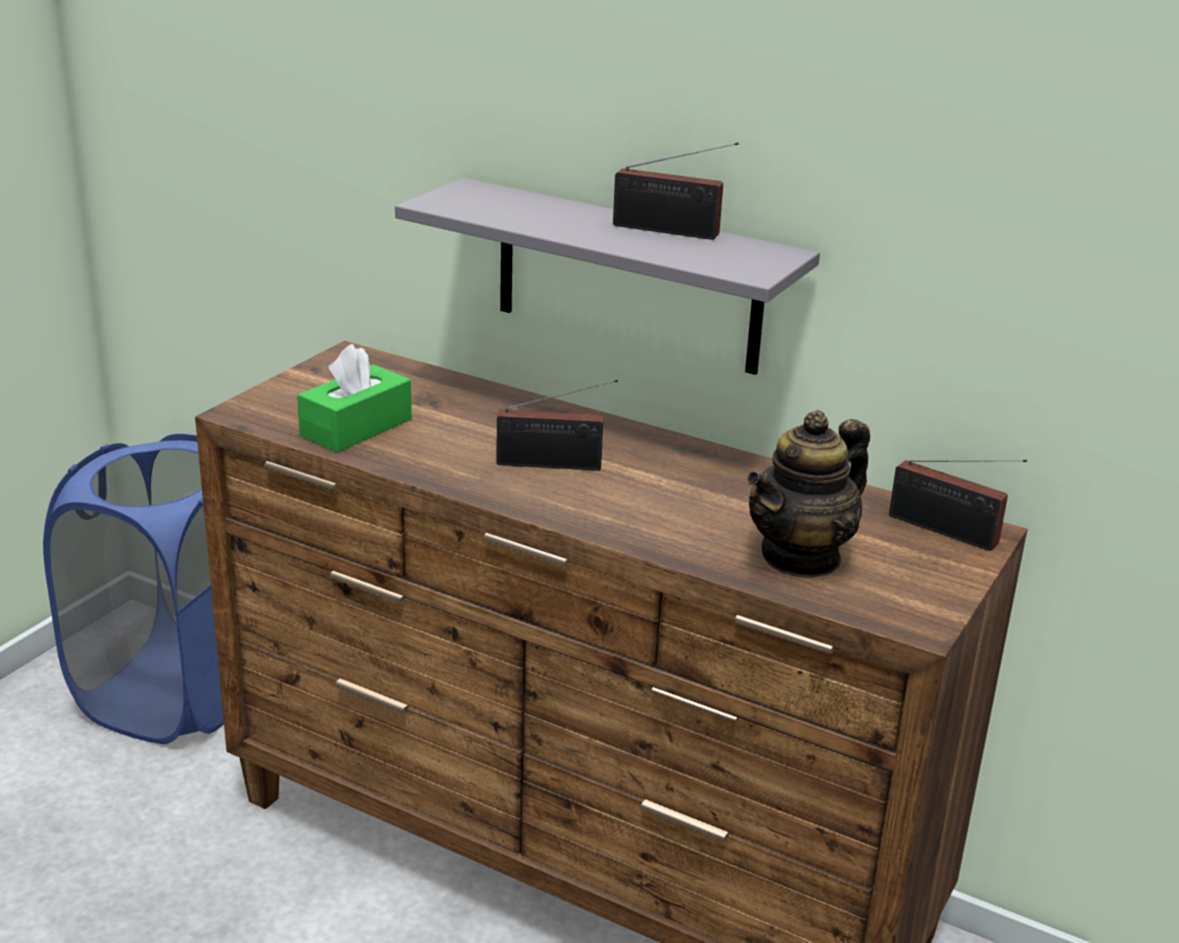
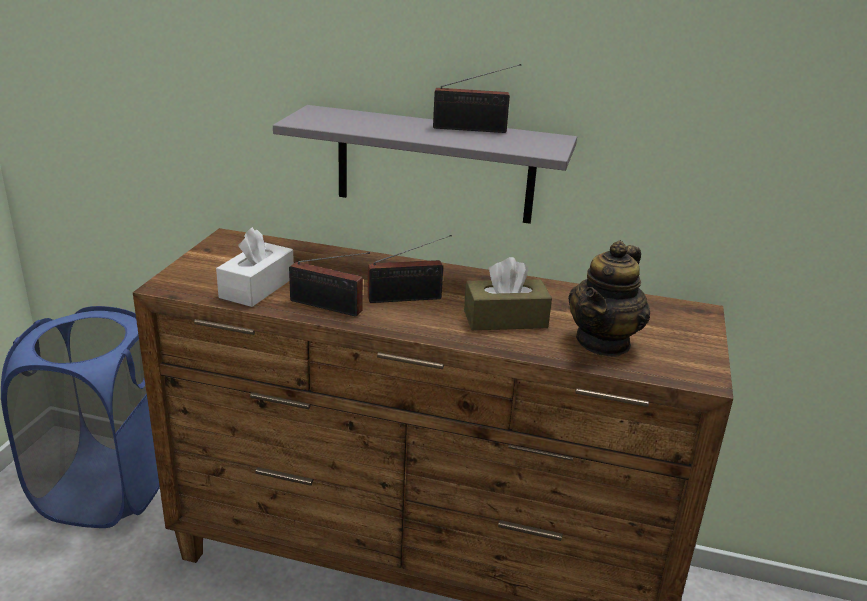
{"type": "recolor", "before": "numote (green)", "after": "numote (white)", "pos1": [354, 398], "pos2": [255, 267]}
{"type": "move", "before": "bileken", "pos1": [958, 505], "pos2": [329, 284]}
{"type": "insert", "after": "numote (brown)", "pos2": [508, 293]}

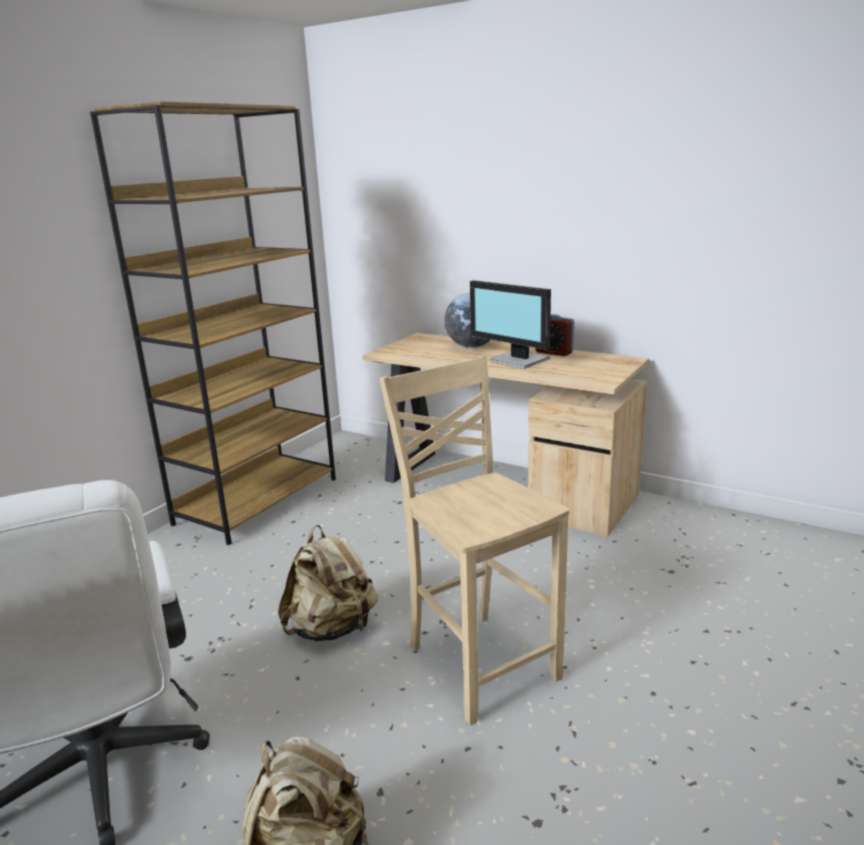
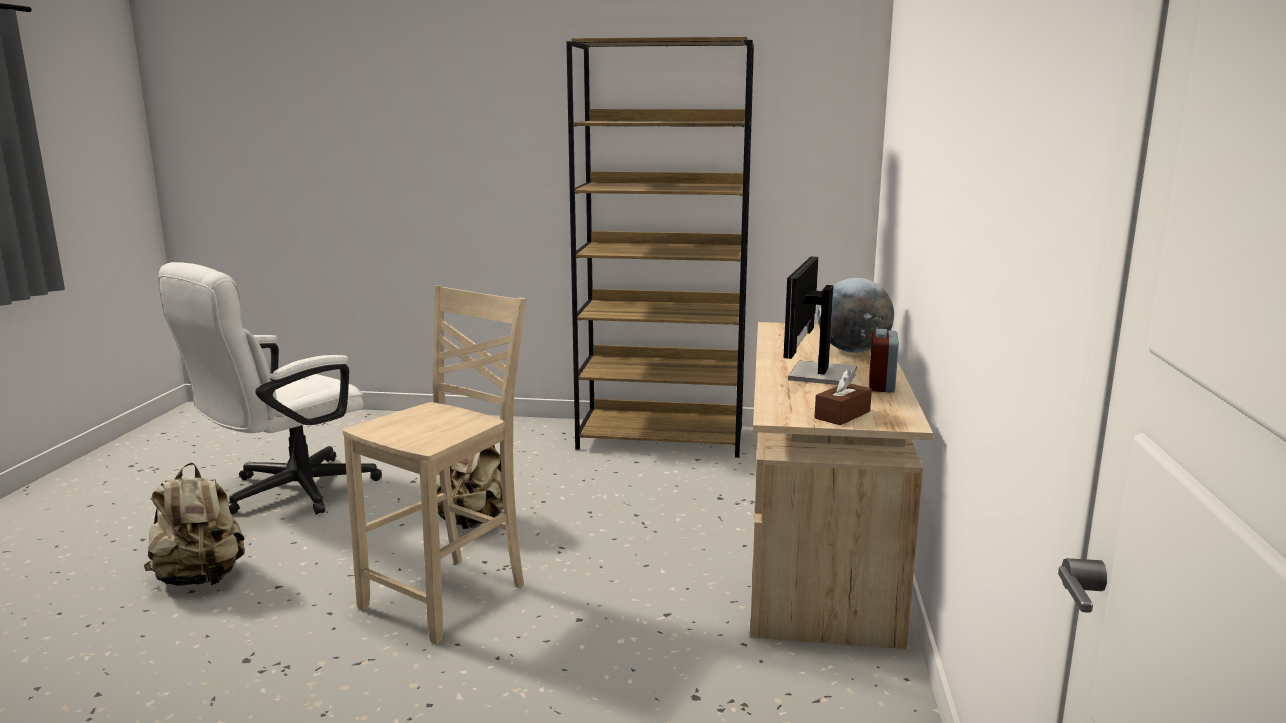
{"type": "insert", "after": "numote (brown)", "pos2": [843, 397]}

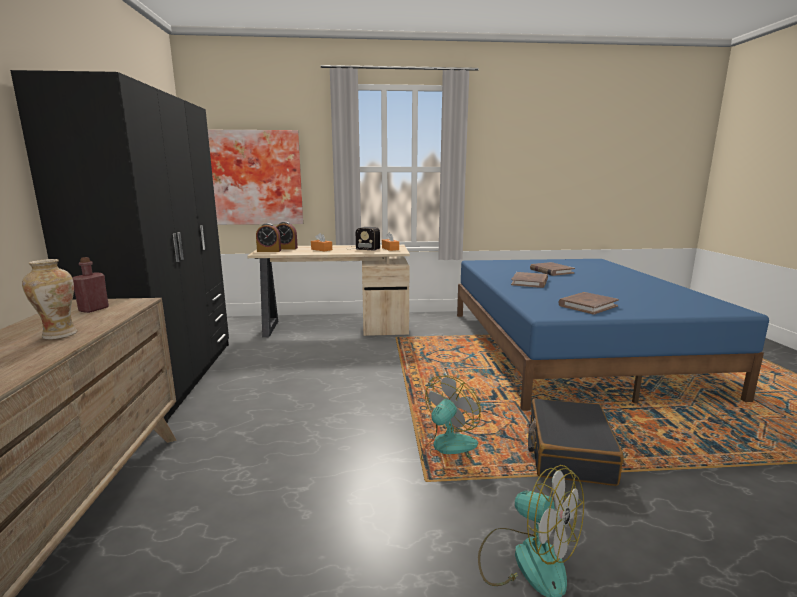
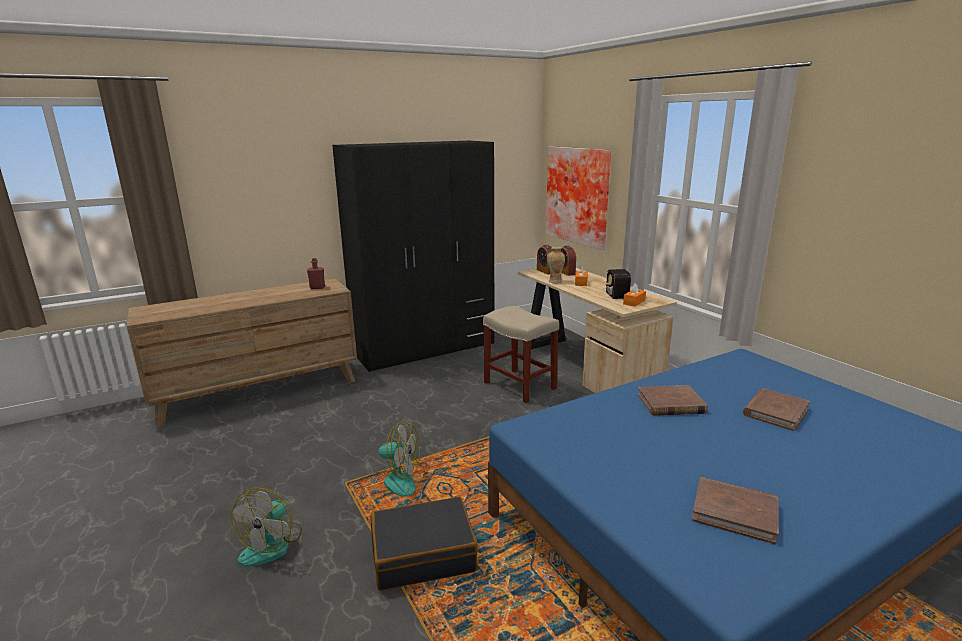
{"type": "move", "before": "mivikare", "pos1": [49, 299], "pos2": [556, 265]}
{"type": "move", "before": "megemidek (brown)", "pos1": [588, 303], "pos2": [735, 510]}
{"type": "insert", "after": "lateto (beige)", "pos2": [521, 354]}

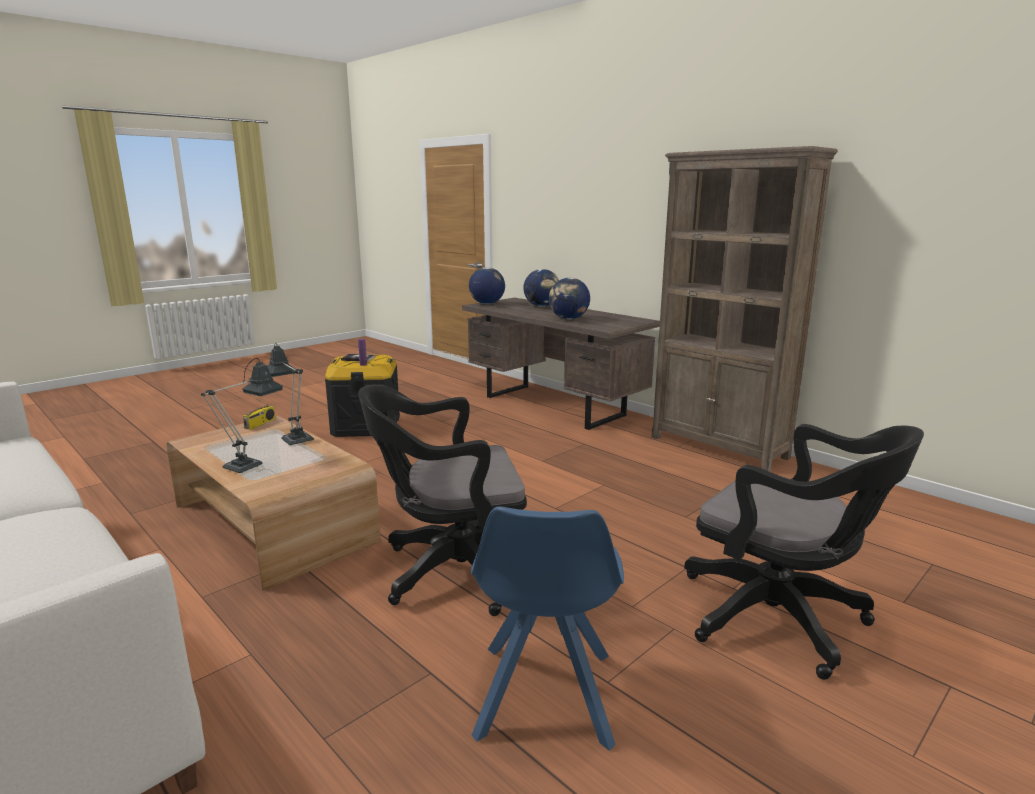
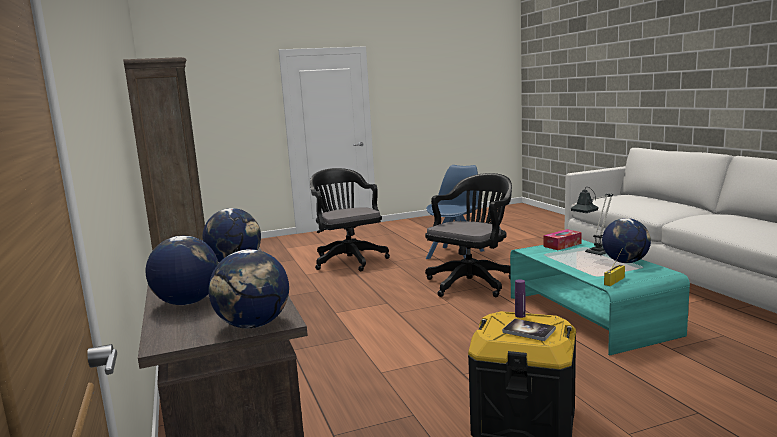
{"type": "delete", "before": "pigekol", "pos1": [290, 394]}
{"type": "rotate", "before": "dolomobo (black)", "pos1": [442, 500], "pos2": [468, 235], "turn": -60}
{"type": "recolor", "before": "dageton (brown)", "after": "dageton (turquoise)", "pos1": [273, 503], "pos2": [600, 297]}
{"type": "insert", "after": "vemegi", "pos2": [626, 240]}
{"type": "insert", "after": "numote", "pos2": [563, 239]}

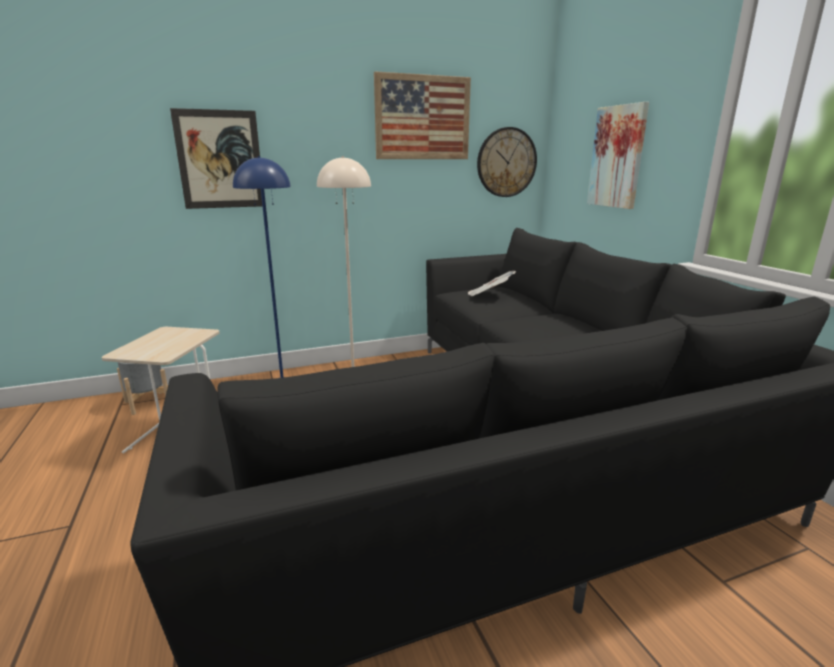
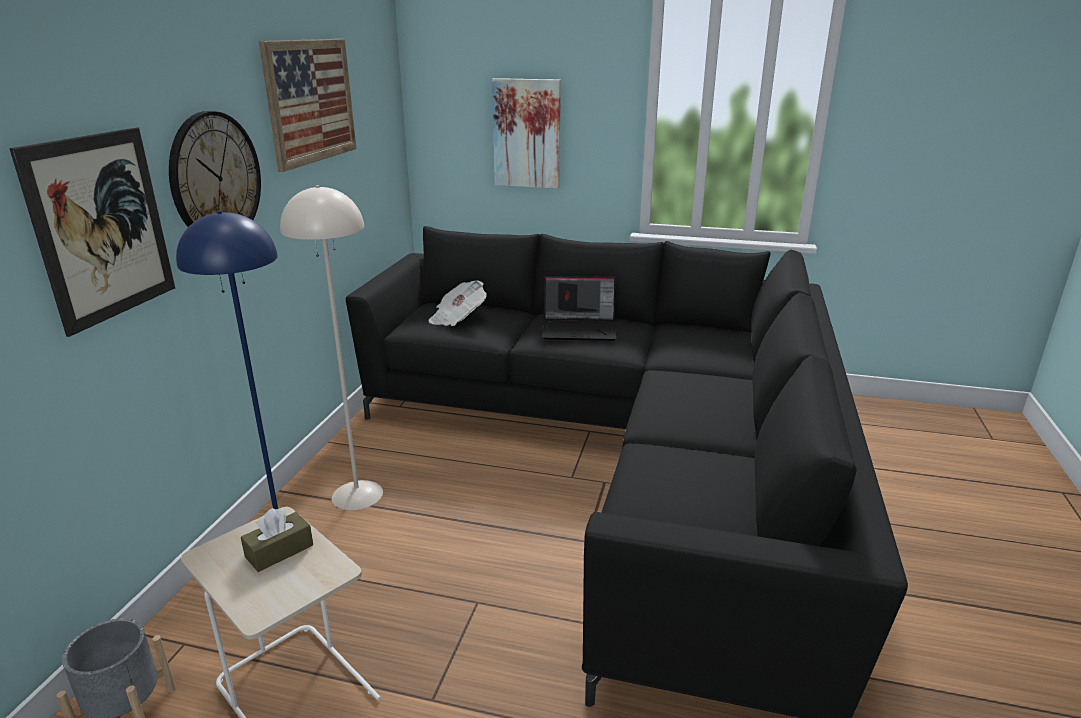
{"type": "move", "before": "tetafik", "pos1": [507, 162], "pos2": [215, 169]}
{"type": "insert", "after": "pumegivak", "pos2": [579, 308]}
{"type": "insert", "after": "numote (brown)", "pos2": [277, 540]}

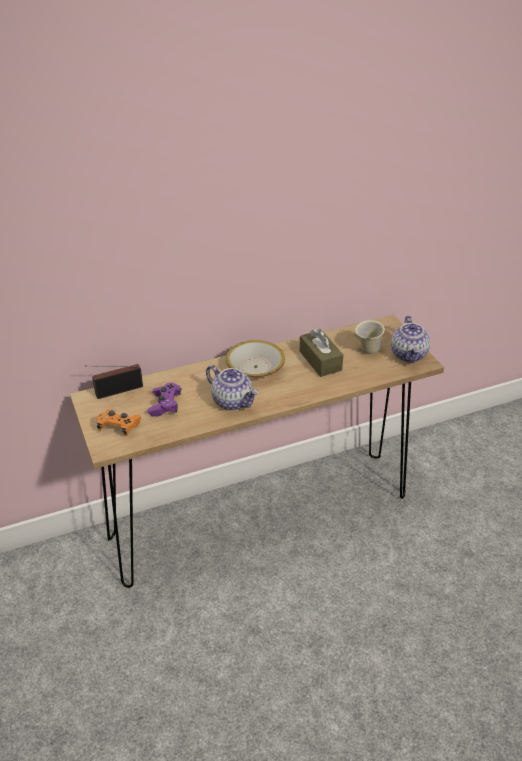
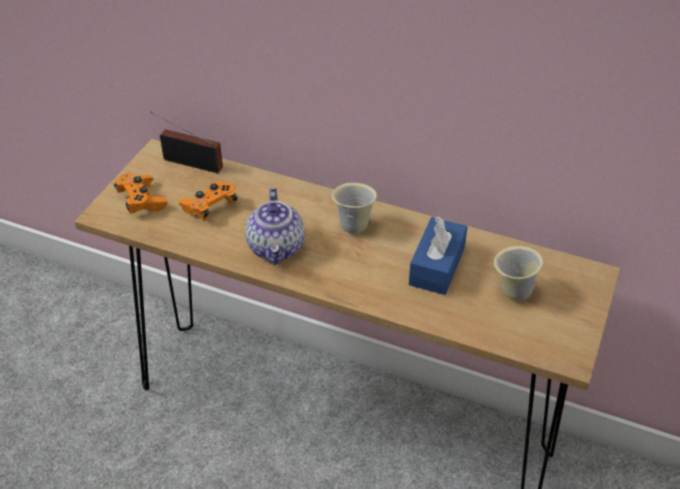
{"type": "delete", "before": "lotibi", "pos1": [410, 339]}
{"type": "recolor", "before": "numote (brown)", "after": "numote (blue)", "pos1": [321, 353], "pos2": [438, 255]}
{"type": "replace", "before": "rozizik", "after": "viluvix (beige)", "pos1": [255, 358], "pos2": [354, 208]}
{"type": "recolor", "before": "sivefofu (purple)", "after": "sivefofu (orange)", "pos1": [165, 400], "pos2": [208, 201]}

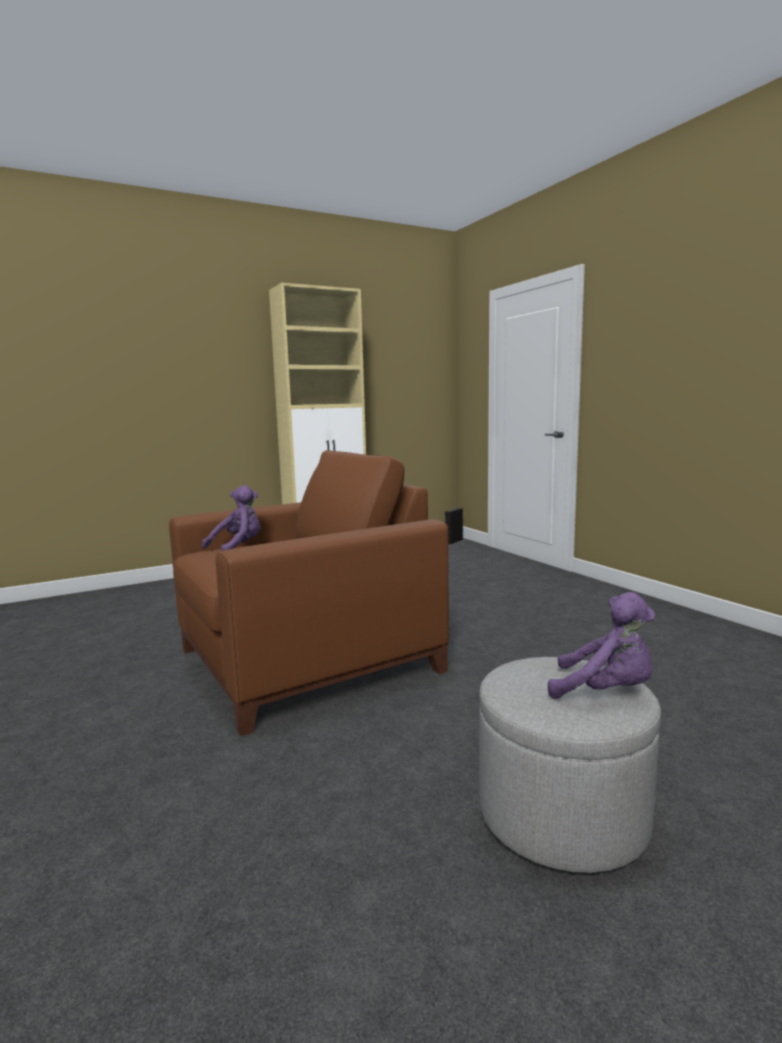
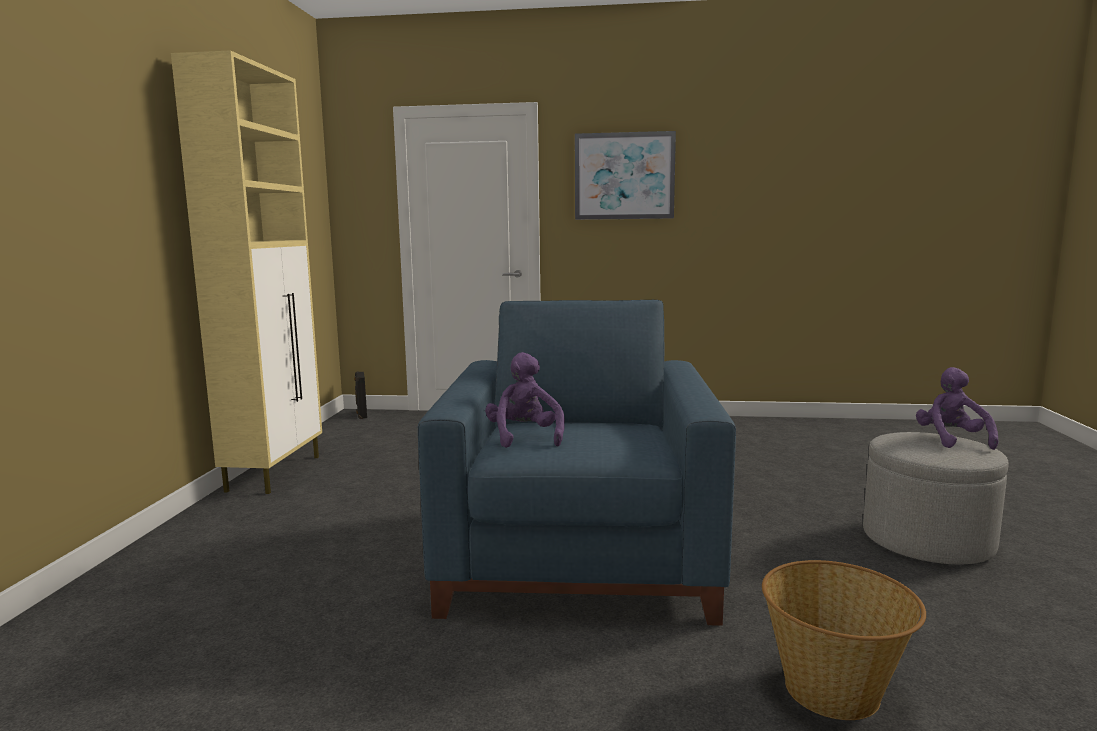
{"type": "recolor", "before": "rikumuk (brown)", "after": "rikumuk (blue)", "pos1": [309, 593], "pos2": [577, 463]}
{"type": "rotate", "before": "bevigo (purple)", "pos1": [602, 645], "pos2": [957, 408], "turn": -60}
{"type": "insert", "after": "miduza", "pos2": [625, 175]}
{"type": "insert", "after": "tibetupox", "pos2": [844, 640]}

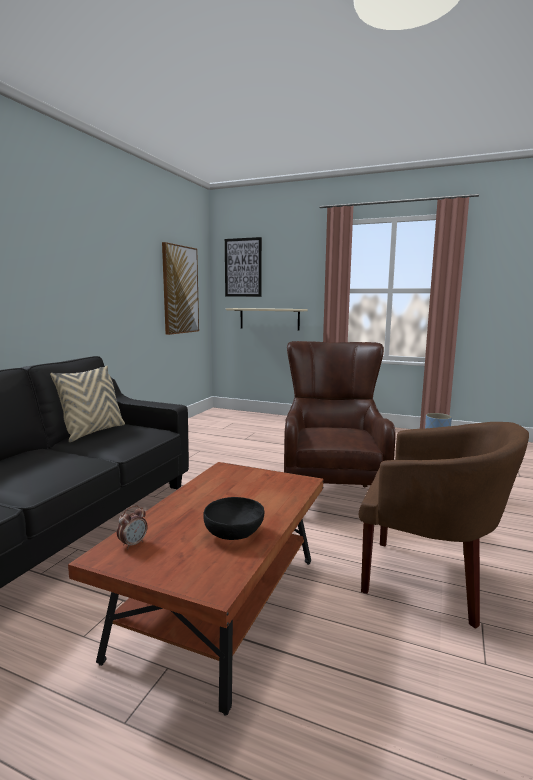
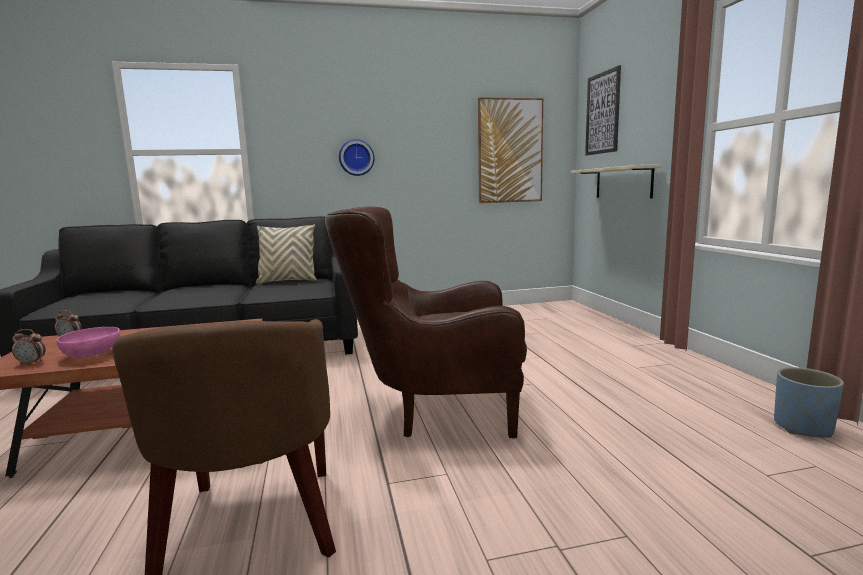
{"type": "rotate", "before": "rikumuk (brown)", "pos1": [340, 414], "pos2": [426, 322], "turn": -150}
{"type": "recolor", "before": "rozizik (black)", "after": "rozizik (pink)", "pos1": [234, 518], "pos2": [88, 342]}
{"type": "insert", "after": "tetafik", "pos2": [356, 157]}
{"type": "insert", "after": "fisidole", "pos2": [29, 347]}

